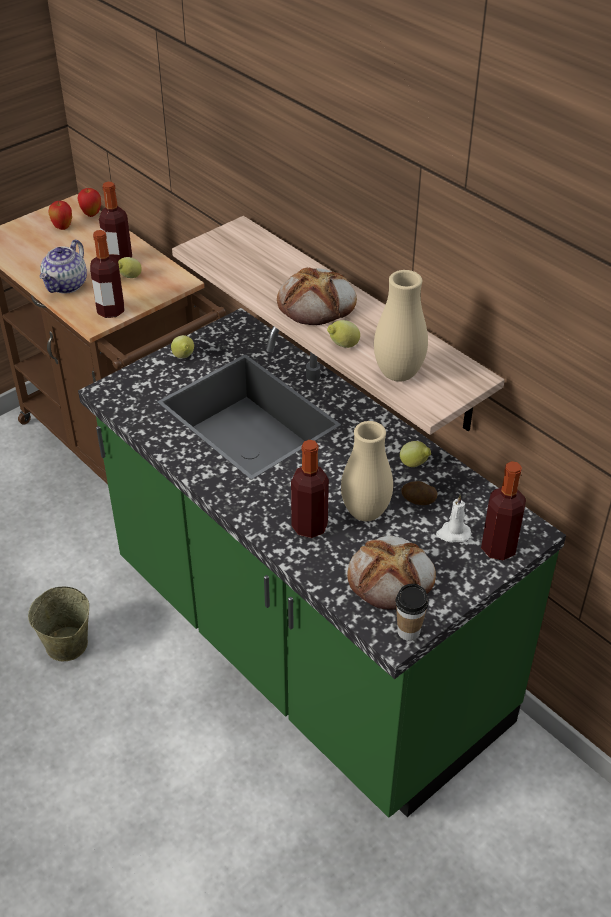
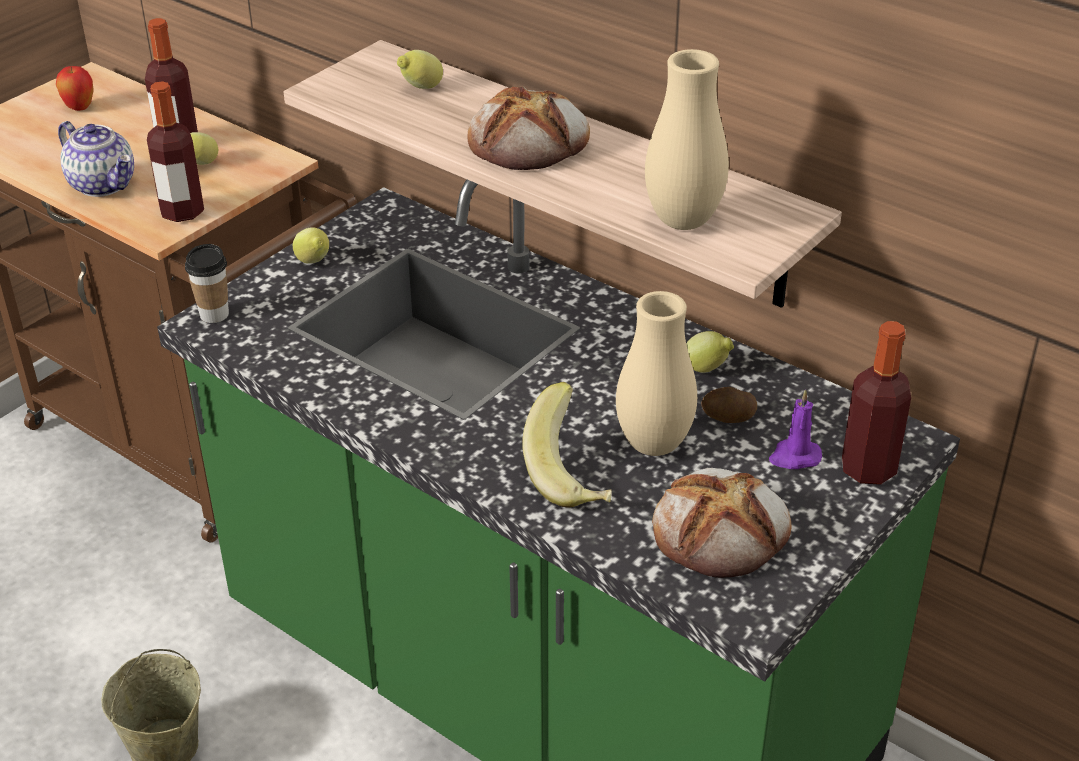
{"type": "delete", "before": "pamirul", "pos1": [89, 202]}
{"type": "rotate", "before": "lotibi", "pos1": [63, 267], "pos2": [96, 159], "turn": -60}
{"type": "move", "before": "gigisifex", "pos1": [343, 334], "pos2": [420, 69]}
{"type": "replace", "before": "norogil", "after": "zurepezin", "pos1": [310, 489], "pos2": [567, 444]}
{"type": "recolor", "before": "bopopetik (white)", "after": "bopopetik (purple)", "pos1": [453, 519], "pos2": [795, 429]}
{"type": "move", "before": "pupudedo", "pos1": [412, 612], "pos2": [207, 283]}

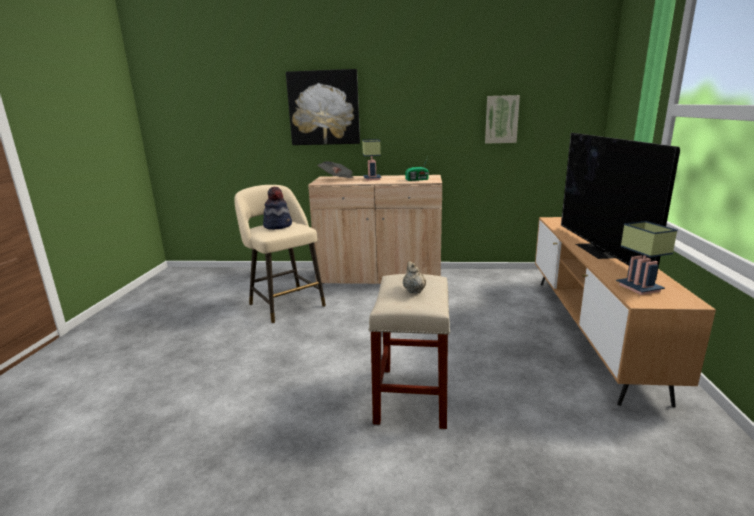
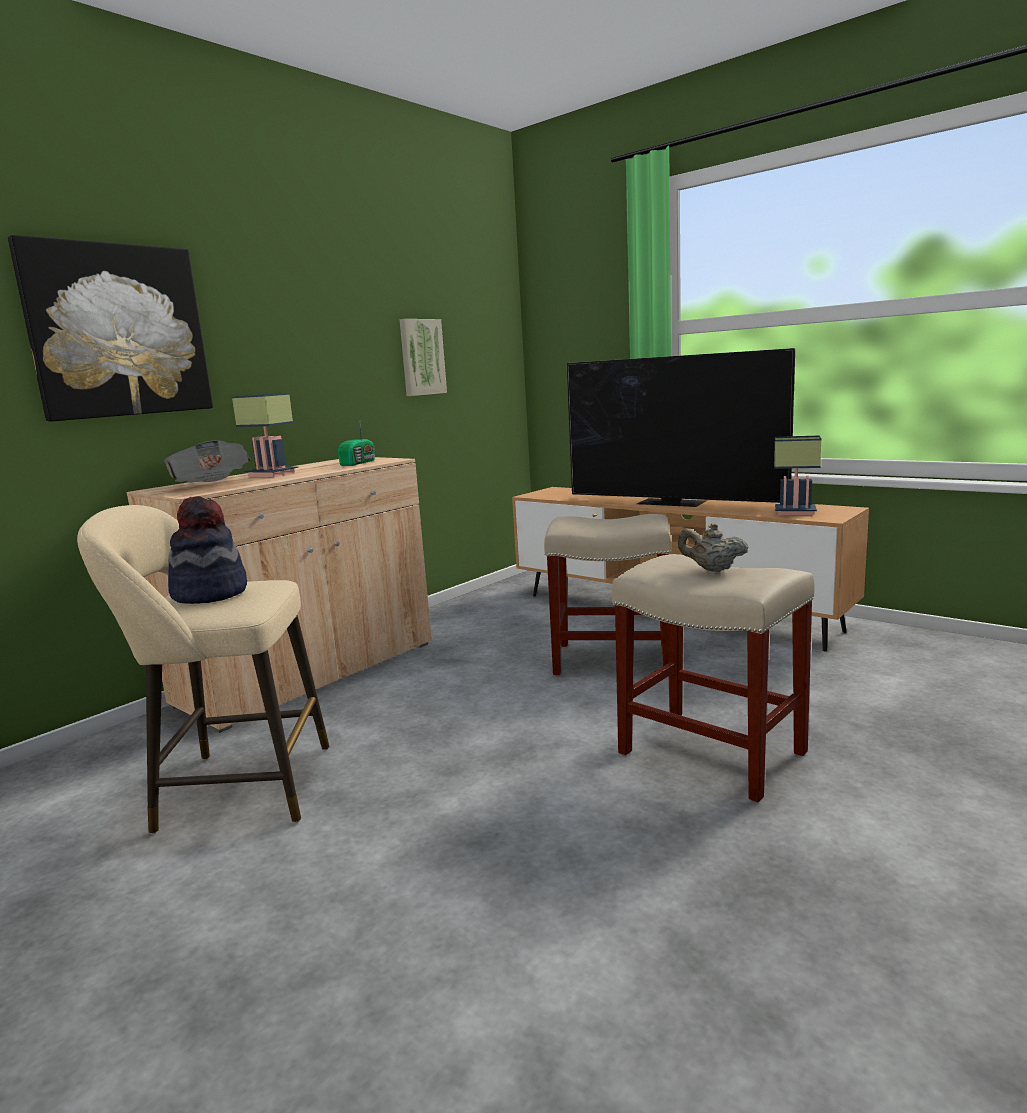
{"type": "insert", "after": "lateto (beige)", "pos2": [607, 594]}

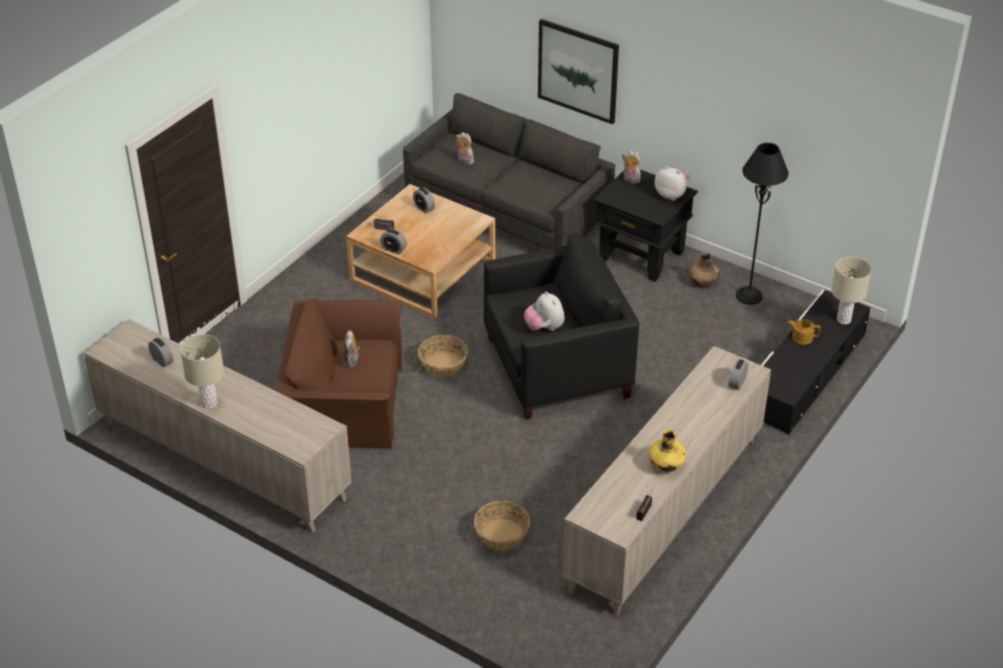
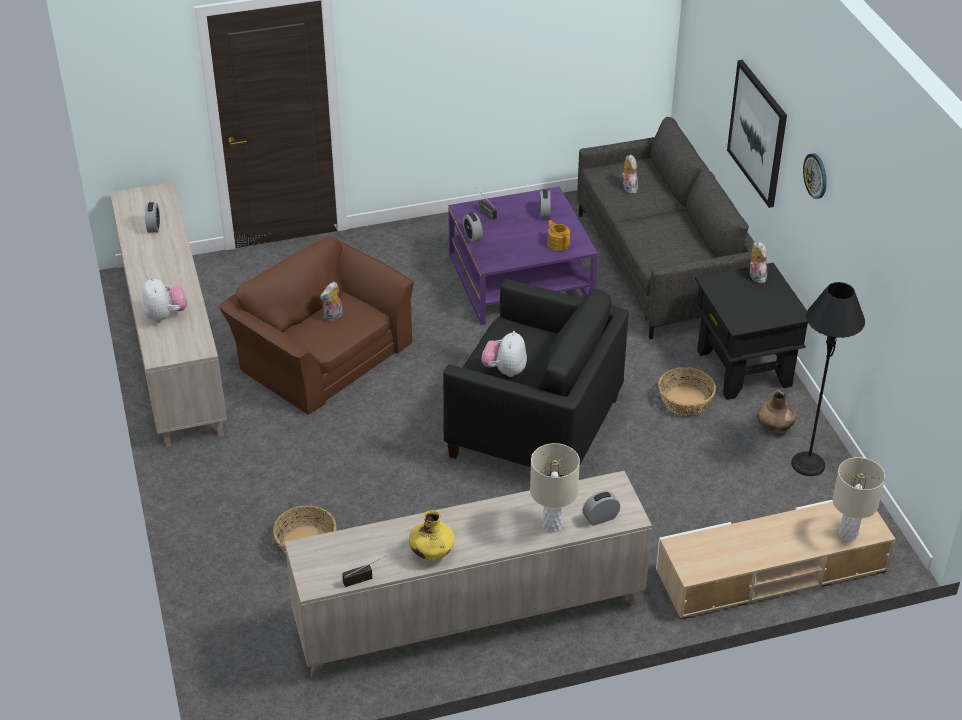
{"type": "move", "before": "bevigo", "pos1": [672, 183], "pos2": [164, 299]}
{"type": "recolor", "before": "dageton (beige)", "after": "dageton (purple)", "pos1": [420, 251], "pos2": [523, 255]}
{"type": "recolor", "before": "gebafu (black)", "after": "gebafu (beige)", "pos1": [816, 362], "pos2": [775, 560]}
{"type": "move", "before": "lotibi", "pos1": [803, 332], "pos2": [559, 235]}
{"type": "move", "before": "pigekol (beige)", "pos1": [202, 371], "pos2": [555, 487]}
{"type": "move", "before": "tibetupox", "pos1": [443, 356], "pos2": [687, 391]}
{"type": "insert", "after": "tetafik", "pos2": [815, 176]}

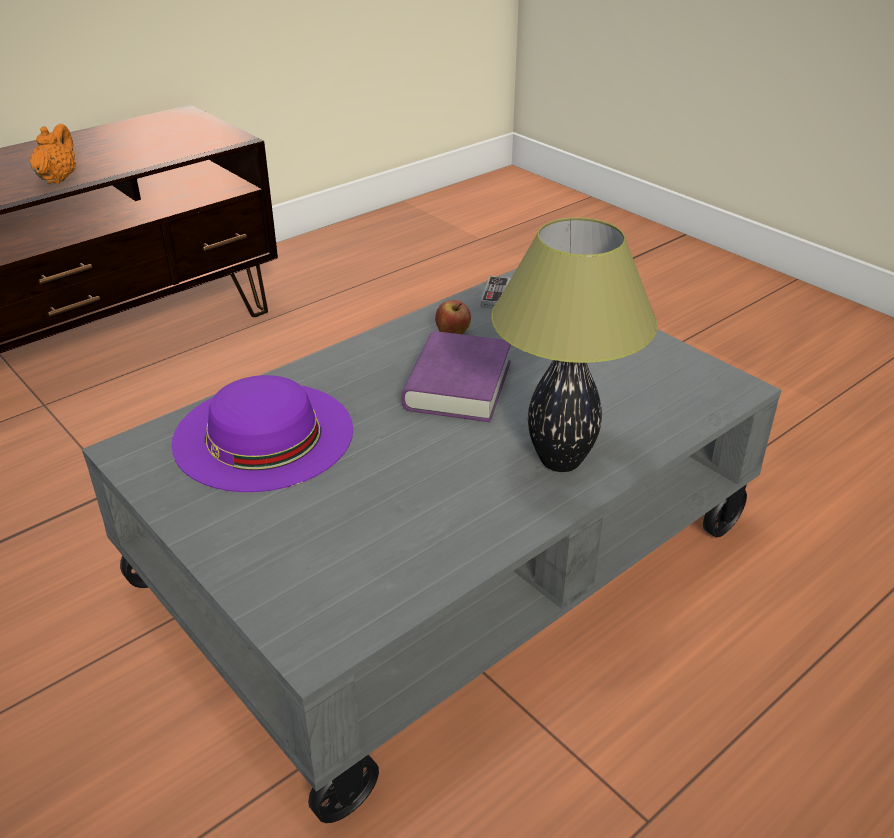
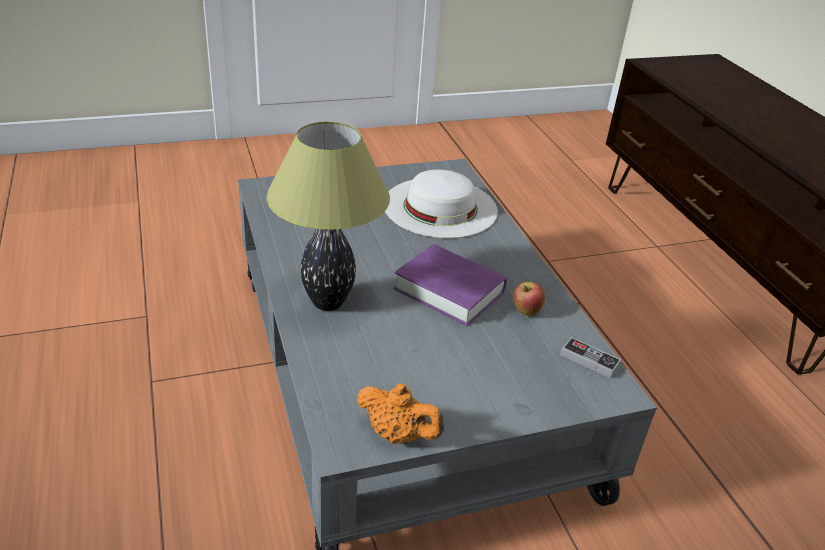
{"type": "move", "before": "lotibi (orange)", "pos1": [53, 154], "pos2": [400, 413]}
{"type": "recolor", "before": "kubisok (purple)", "after": "kubisok (white)", "pos1": [262, 433], "pos2": [441, 204]}

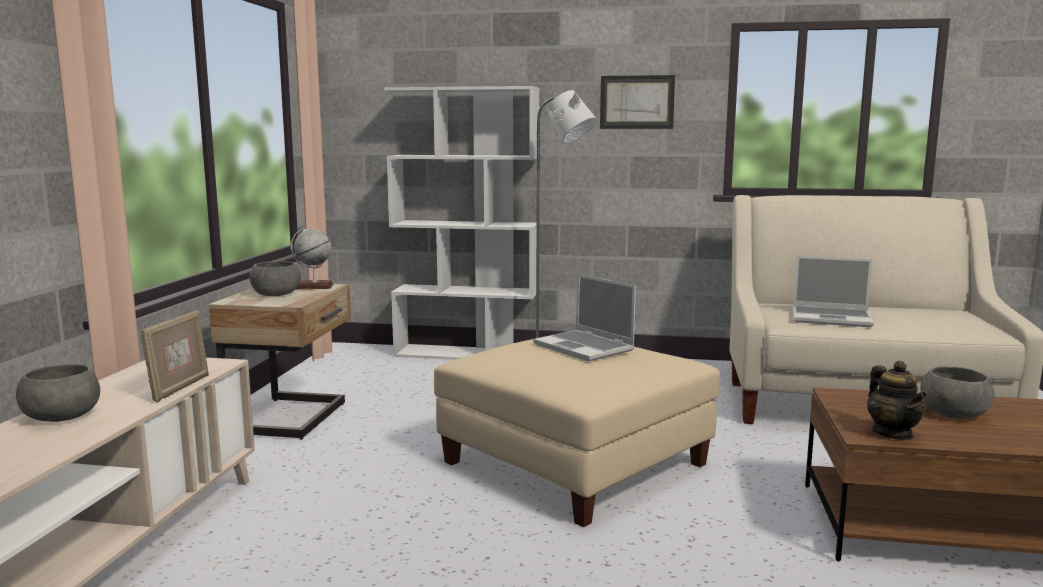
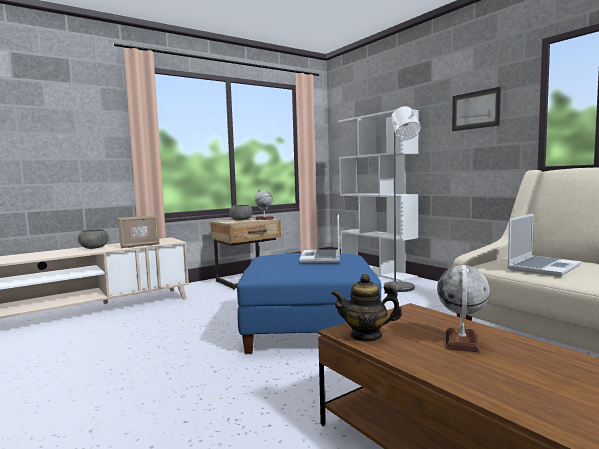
{"type": "rotate", "before": "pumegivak", "pos1": [833, 291], "pos2": [544, 245], "turn": -105}
{"type": "recolor", "before": "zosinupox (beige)", "after": "zosinupox (blue)", "pos1": [577, 433], "pos2": [309, 303]}
{"type": "rotate", "before": "lotibi", "pos1": [897, 400], "pos2": [366, 308], "turn": 60}
{"type": "replace", "before": "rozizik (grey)", "after": "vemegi", "pos1": [957, 392], "pos2": [463, 308]}

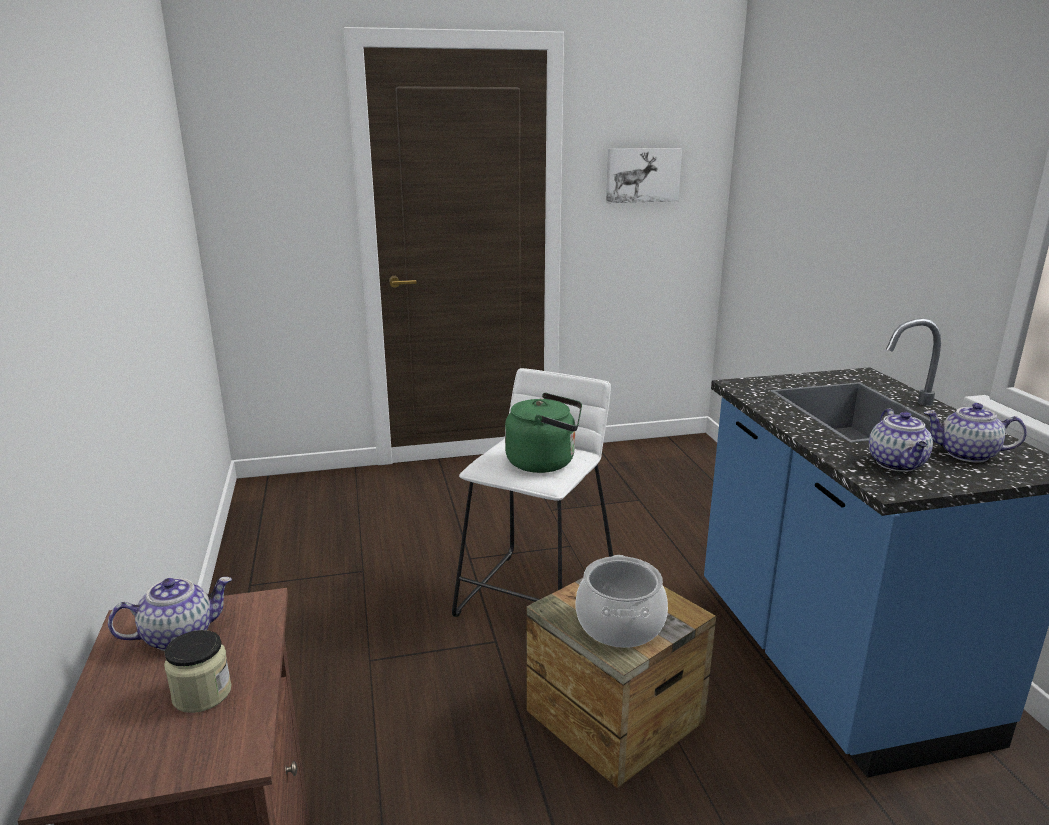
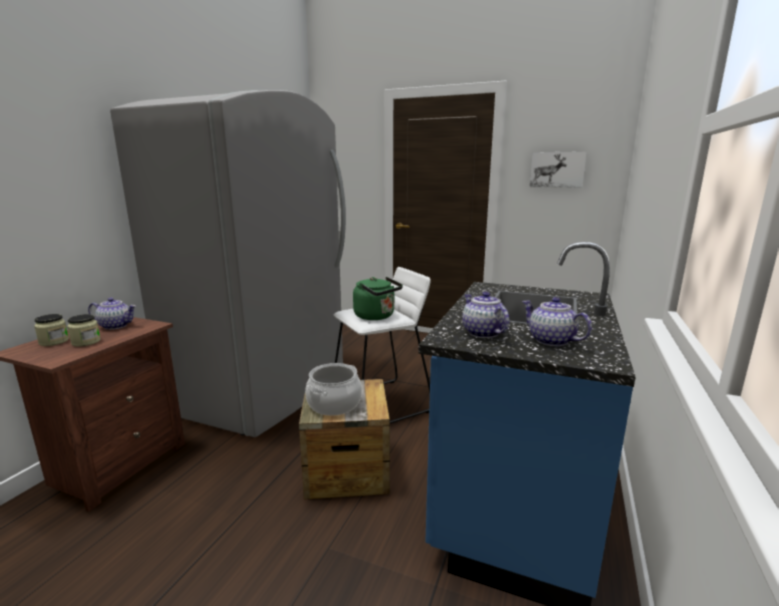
{"type": "rotate", "before": "lotibi", "pos1": [901, 440], "pos2": [486, 315], "turn": 120}
{"type": "insert", "after": "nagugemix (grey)", "pos2": [228, 263]}
{"type": "insert", "after": "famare", "pos2": [51, 330]}

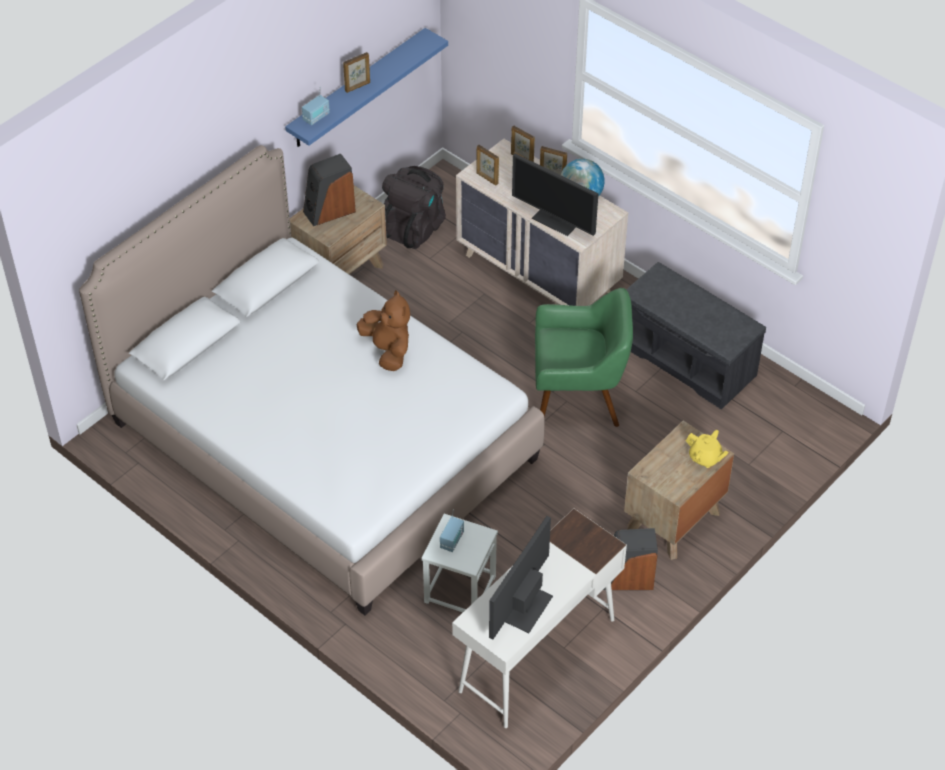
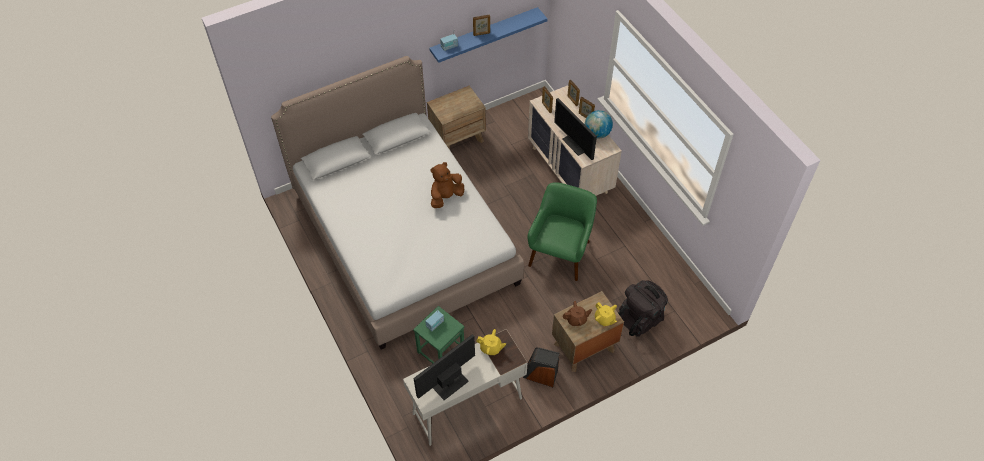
{"type": "delete", "before": "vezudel", "pos1": [329, 190]}
{"type": "move", "before": "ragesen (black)", "pos1": [414, 207], "pos2": [643, 308]}
{"type": "delete", "before": "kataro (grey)", "pos1": [696, 336]}
{"type": "rotate", "before": "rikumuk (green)", "pos1": [584, 357], "pos2": [562, 231], "turn": -90}
{"type": "rotate", "before": "bevigo (brown)", "pos1": [383, 330], "pos2": [447, 185], "turn": -120}
{"type": "recolor", "before": "lateto (white)", "after": "lateto (green)", "pos1": [459, 563], "pos2": [438, 335]}
{"type": "insert", "after": "lotibi (brown)", "pos2": [577, 313]}
{"type": "insert", "after": "lotibi (yellow)", "pos2": [491, 342]}

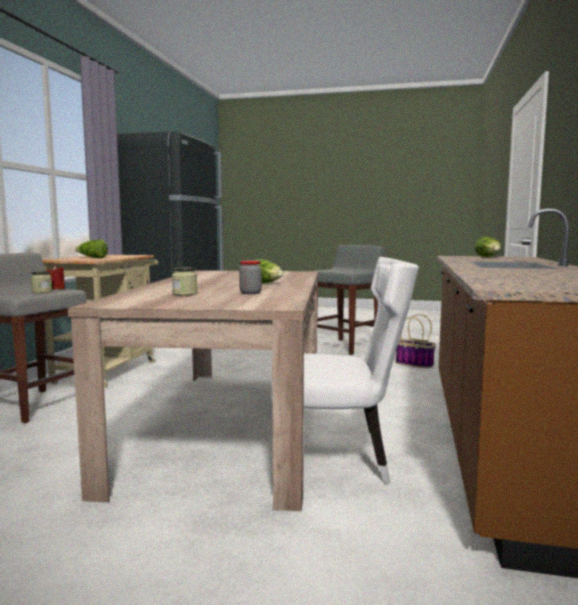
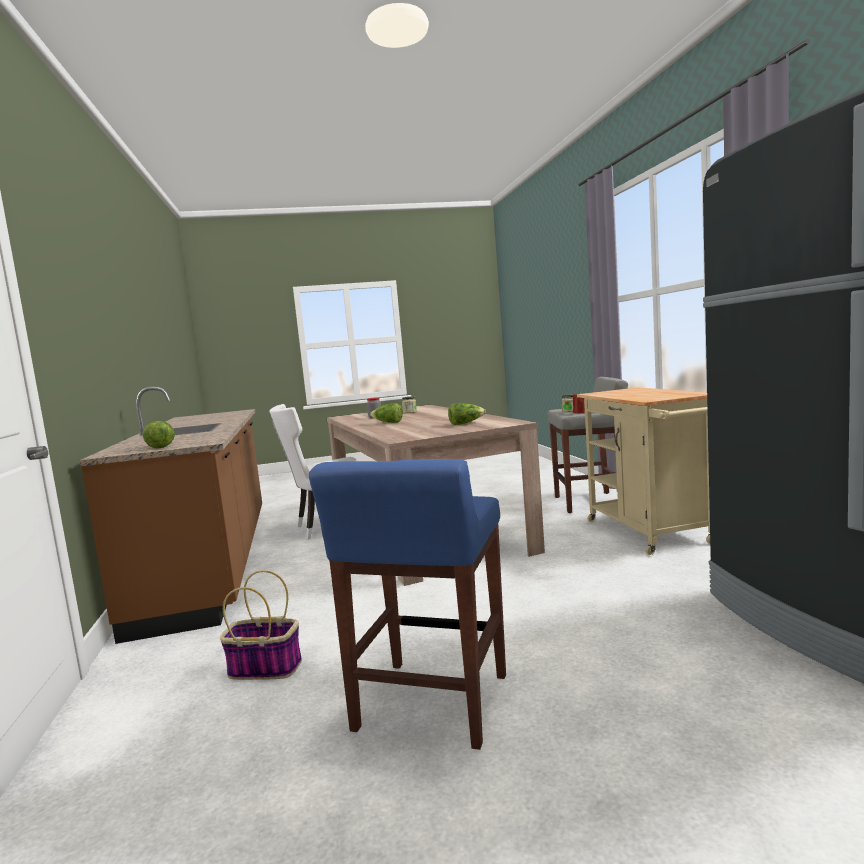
{"type": "move", "before": "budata", "pos1": [91, 249], "pos2": [467, 414]}
{"type": "recolor", "before": "lateto (grey)", "after": "lateto (blue)", "pos1": [351, 300], "pos2": [407, 604]}

